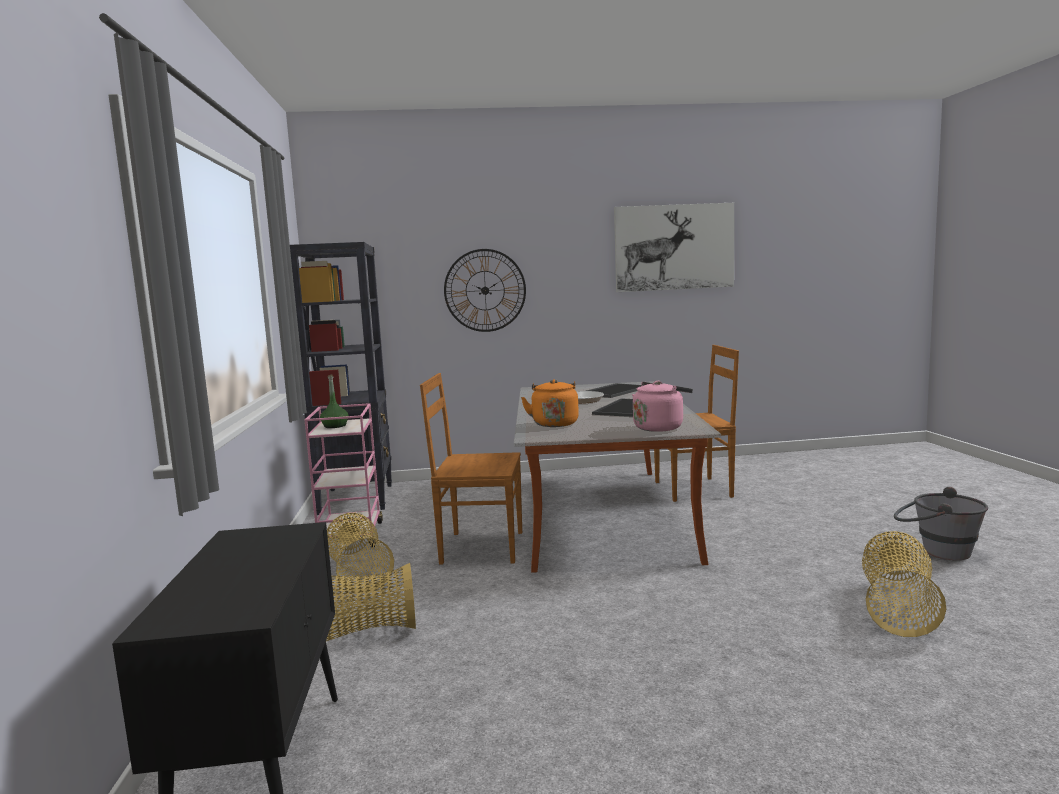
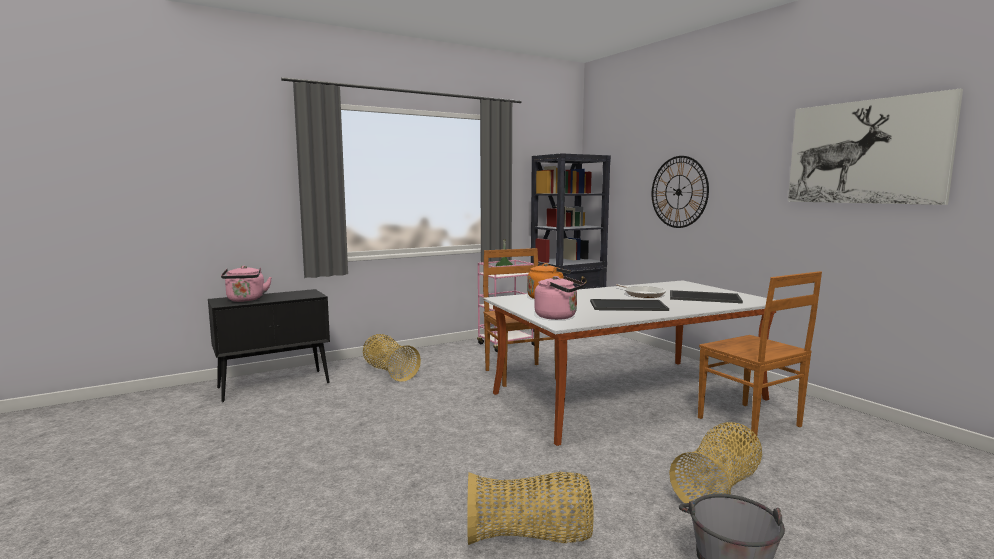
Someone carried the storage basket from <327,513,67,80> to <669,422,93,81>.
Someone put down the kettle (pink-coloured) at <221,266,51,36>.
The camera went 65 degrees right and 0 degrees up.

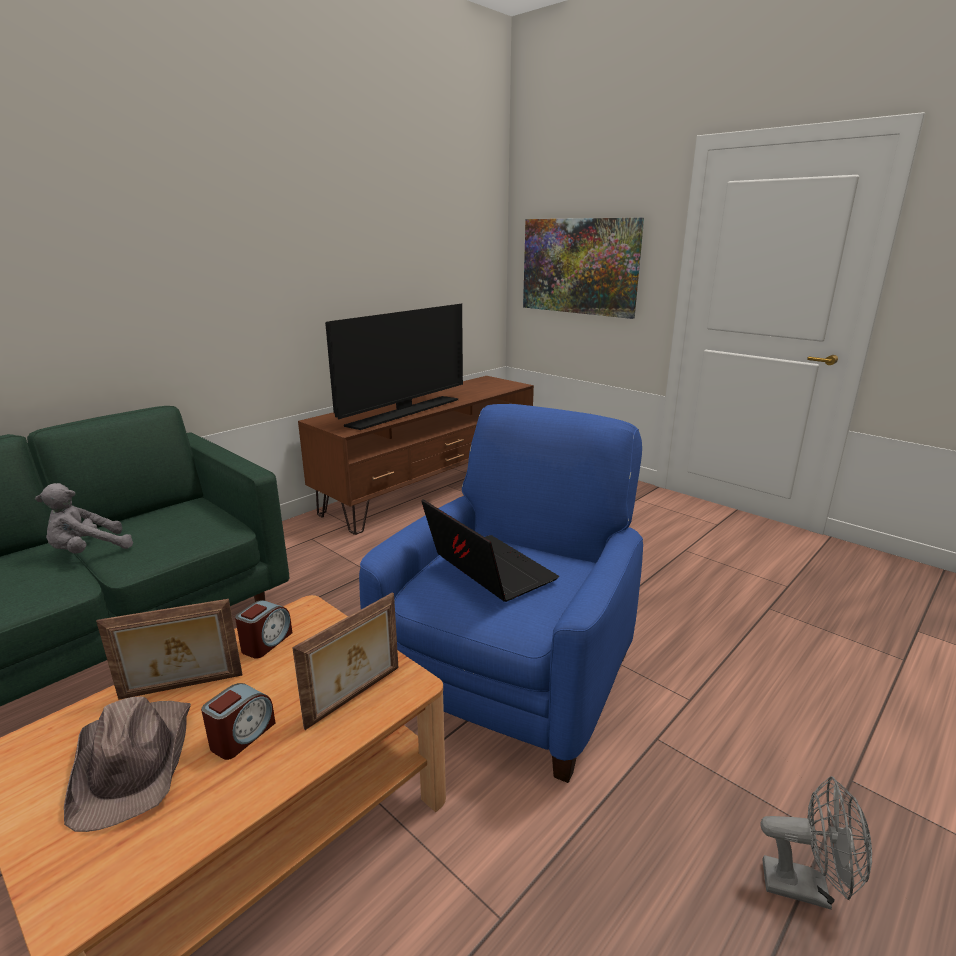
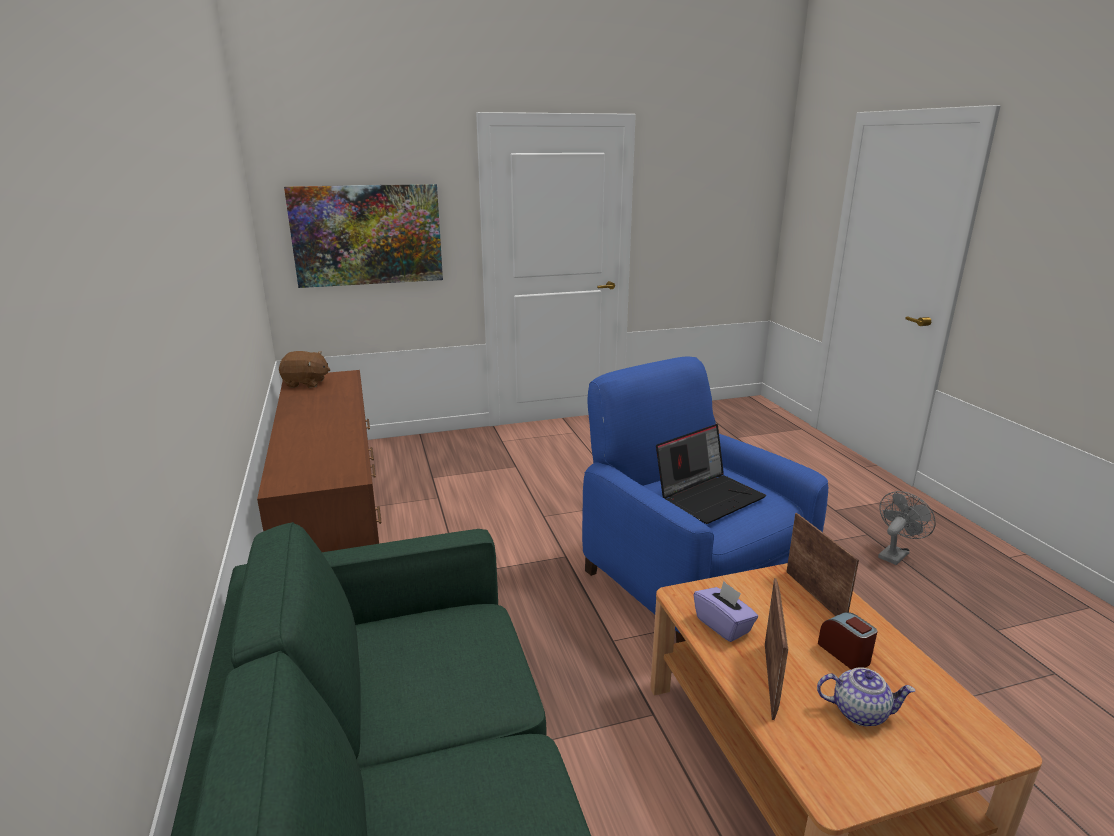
Someone took away the TV set at <325,304,138,126>.
Someone took away the cuddly toy (gray) at <35,483,98,71>.
Someone rotated the notebook computer at <421,499,138,103> by 150 degrees clockwise.
Someone swapped the alarm clock at <235,600,57,59> for the tissue holder (purple) at <694,581,64,61>.
Someone swapped the clothing hat (brownish) at <64,697,127,135> for the teapot at <817,667,98,59>.
Someone put down the cuddly toy (brownish) at <279,351,52,37>.
The camera went 60 degrees left and 0 degrees up.

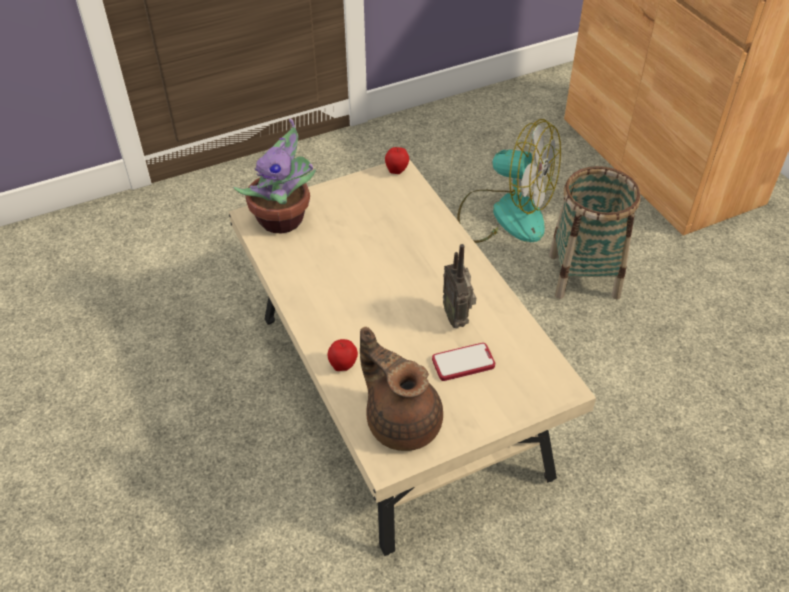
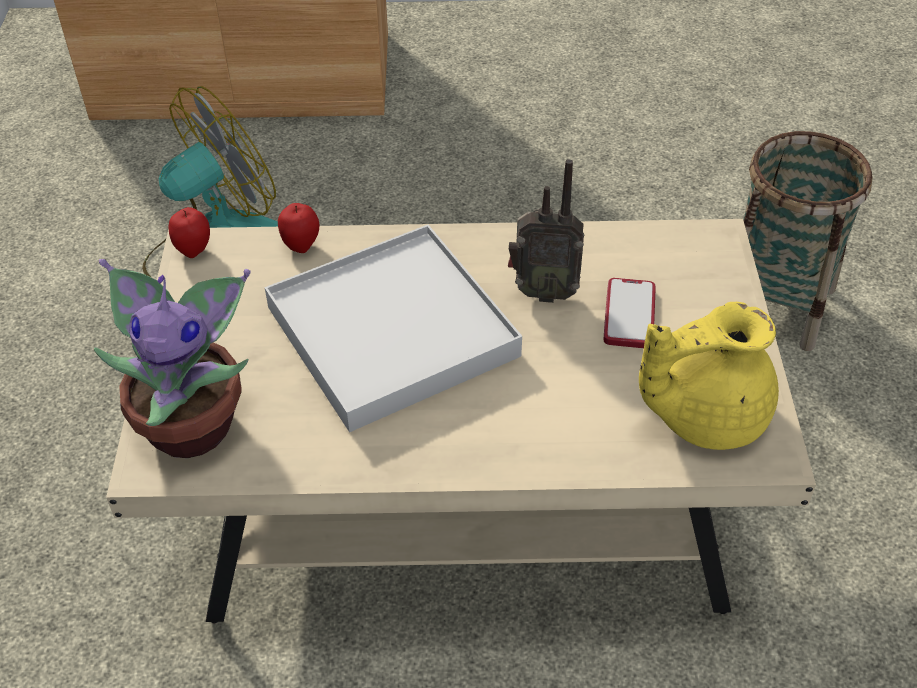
Someone carried the storage basket from <549,166,92,133> to <743,131,130,220>.
Someone repainted the teapot (brownish) at <360,327,83,124>, which became the teapot (yellowish) at <639,302,140,148>.
Someone carried the whole apple from <328,339,30,32> to <278,203,41,50>.
Someone put down the carrying tray (whitish) at <265,225,257,207>.
The camera went 65 degrees left and 0 degrees up.

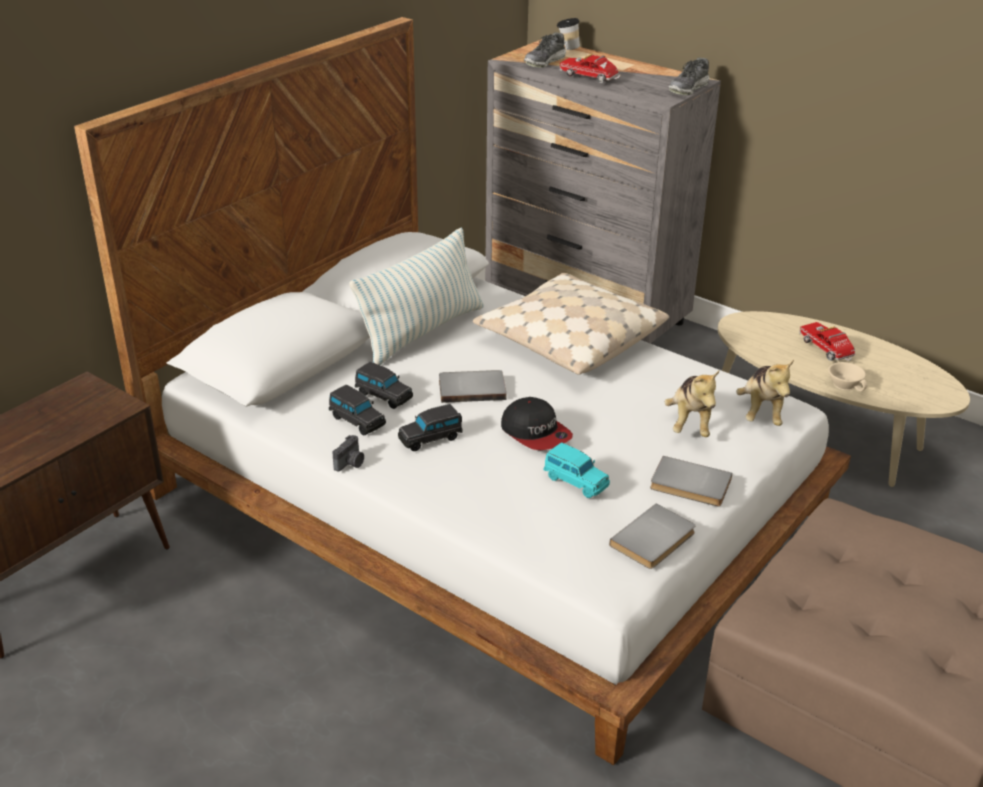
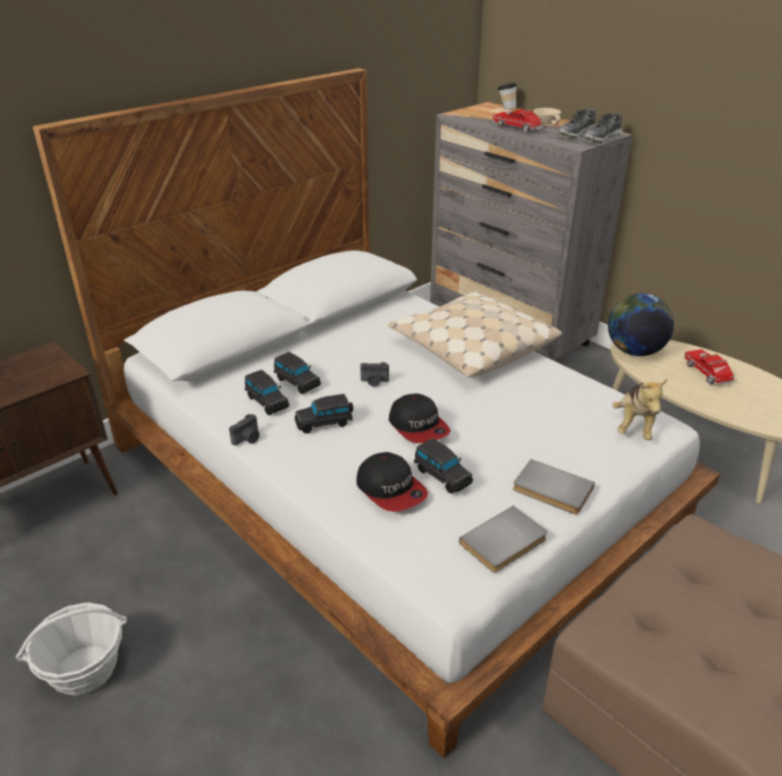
Someone carried the item of footwear from <524,32,42,36> to <558,109,38,30>.
Someone took away the throw pillow at <349,227,135,138>.
Someone carried the small cup (beige) from <828,362,40,30> to <534,108,27,17>.
Someone swapped the book (gray) at <439,370,68,33> for the still camera at <360,362,29,25>.
Someone took away the cuddly toy at <665,370,54,67>.
Someone repainted the model car (turquoise-coloured) at <544,442,66,56>, which became the model car (blackish) at <414,438,59,55>.
Someone put down the globe at <608,293,66,63>.
Someone put down the baseball cap at <356,452,72,60>.
Someone put down the storage basket at <16,602,111,94>.
The camera went 10 degrees right and 0 degrees up.

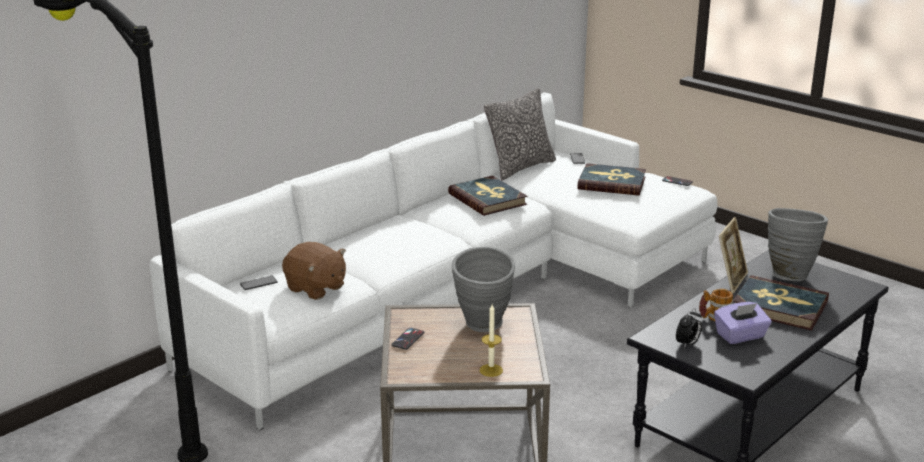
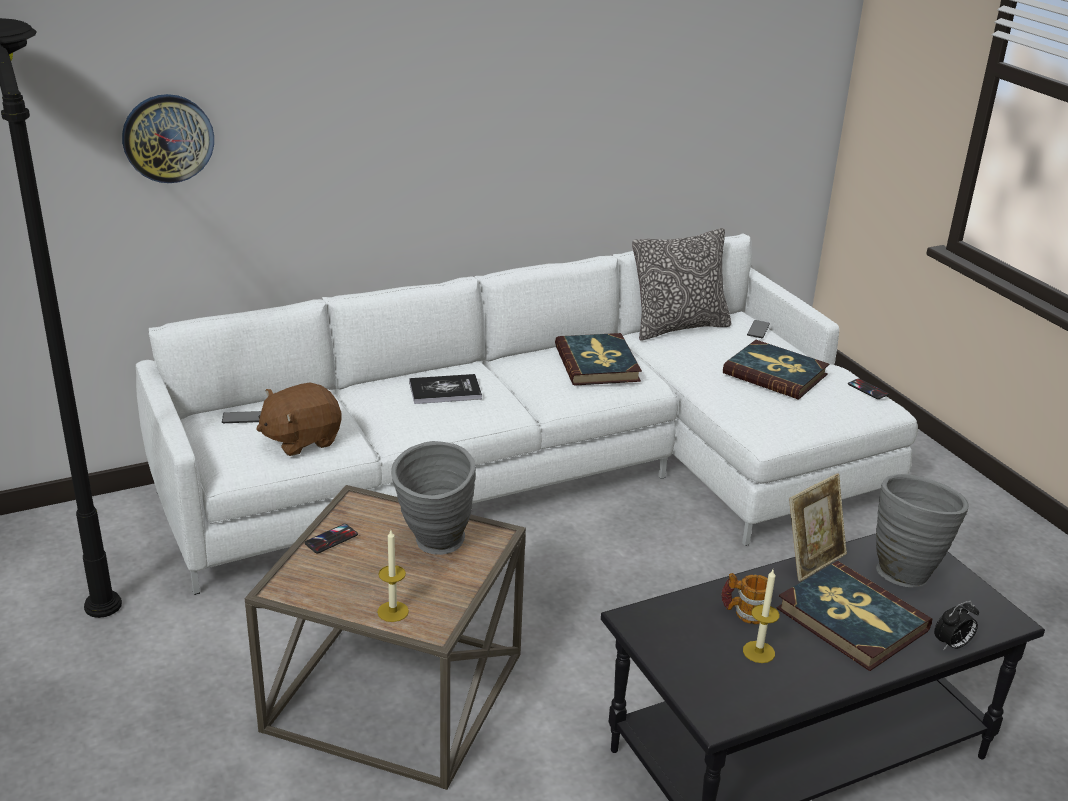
Someone rotated the cuddly toy (brownish) at <282,242,64,58> by 90 degrees clockwise.
Someone swapped the tissue holder (purple) at <714,302,58,42> for the wax light at <743,570,36,93>.
Someone carried the alarm clock from <676,308,26,40> to <934,601,45,50>.
Someone put up the clock on the wall at <122,94,92,89>.
Someone put down the book at <409,374,73,30>.
The camera went 20 degrees right and 5 degrees up.

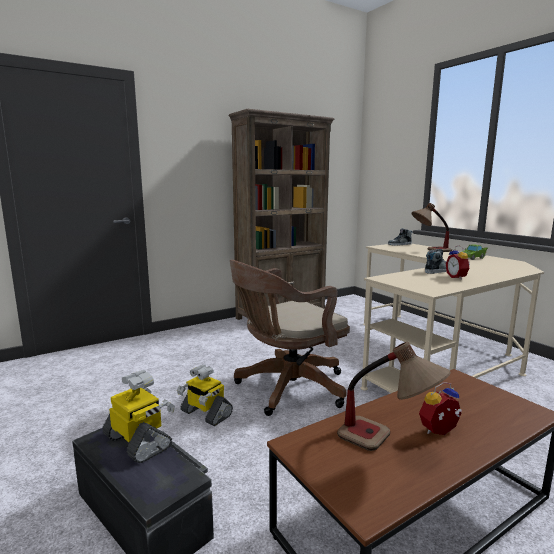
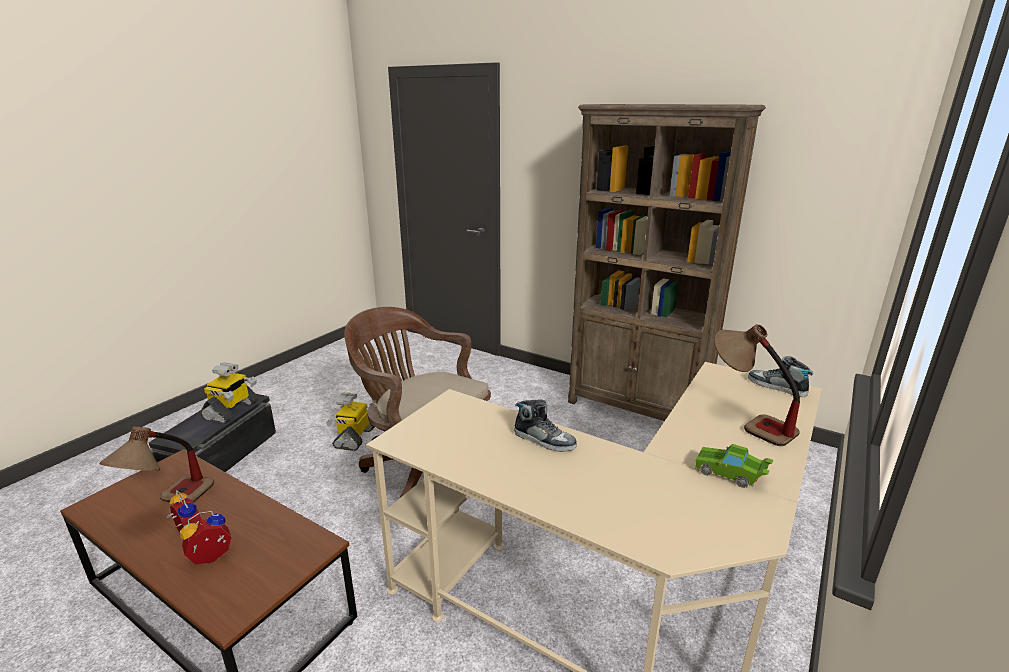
Someone carried the alarm clock from <446,245,24,35> to <180,511,51,54>.
The camera went 65 degrees right and 10 degrees up.

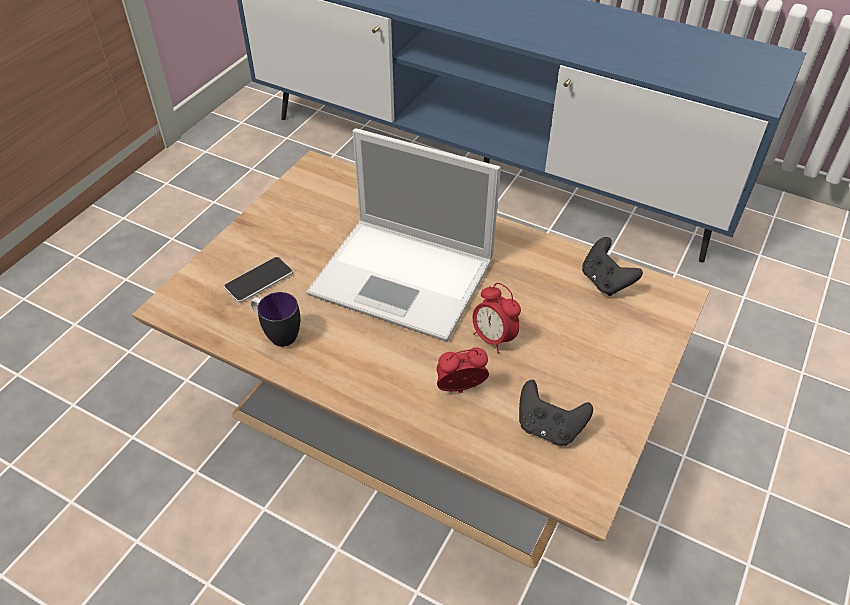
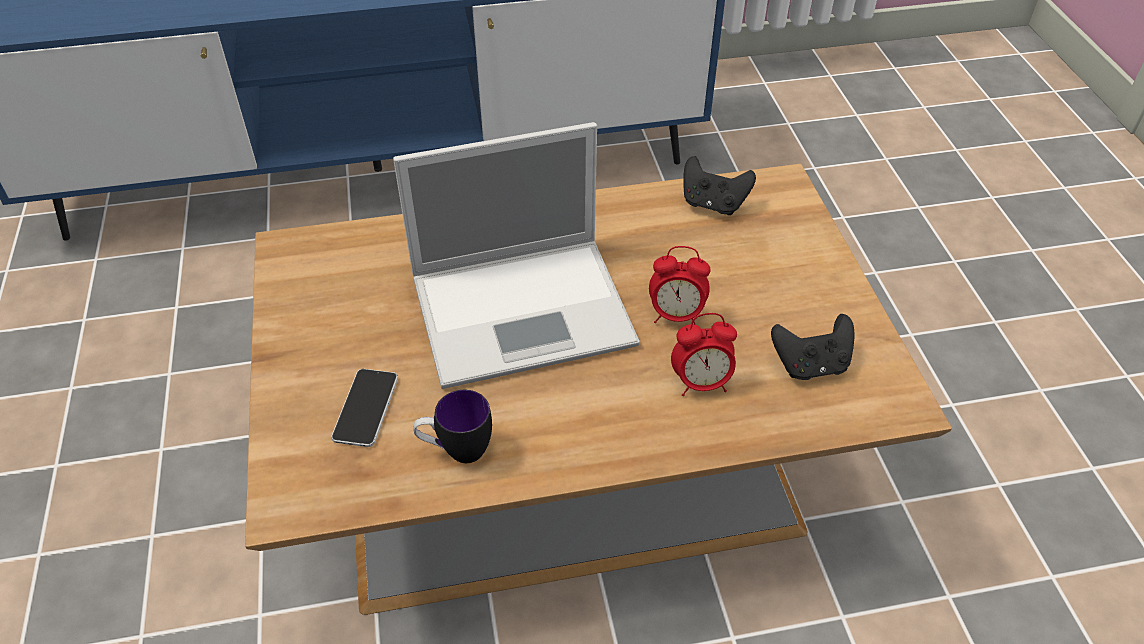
Someone rotated the alarm clock at <437,347,52,46> by 135 degrees counterclockwise.
The camera went 40 degrees left and 0 degrees up.

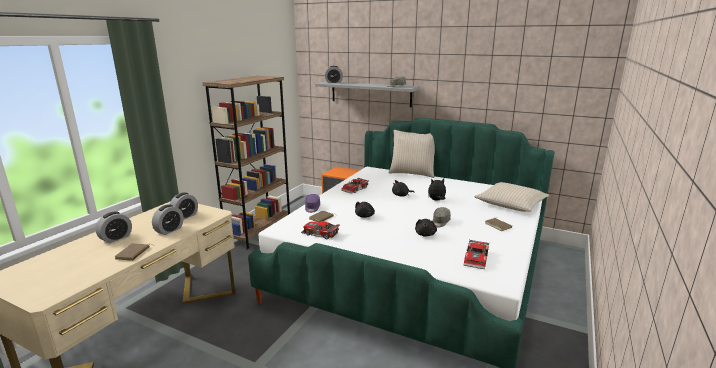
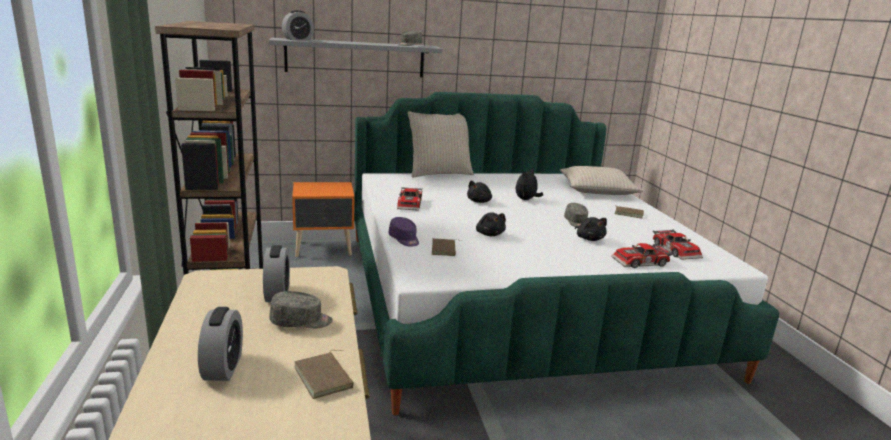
Someone swapped the alarm clock at <152,204,32,31> for the baseball cap (gray) at <269,291,64,37>.
Someone carried the model car from <301,221,39,18> to <611,243,62,25>.
The camera went 40 degrees left and 0 degrees up.

